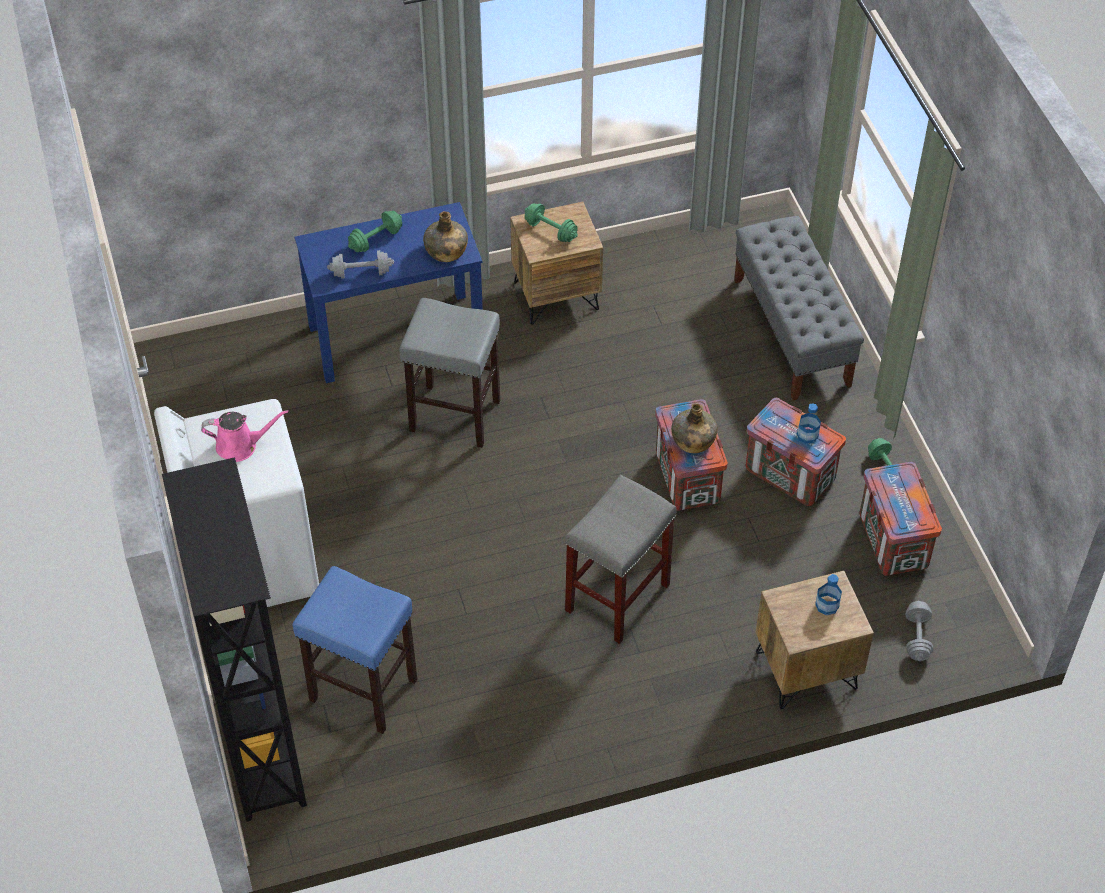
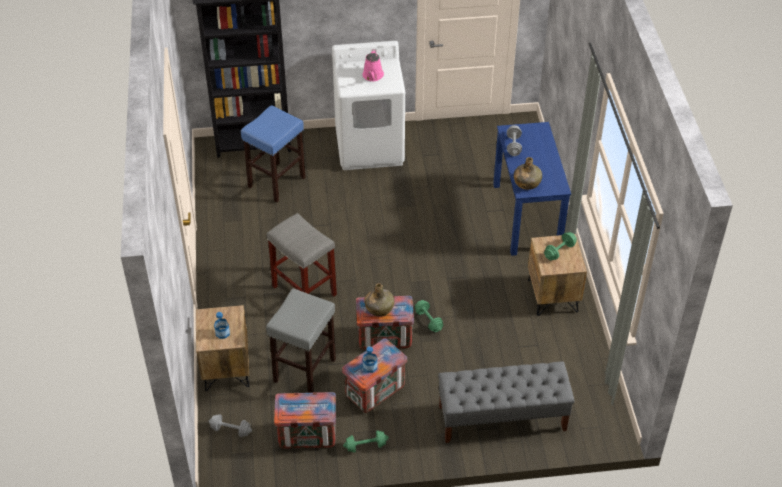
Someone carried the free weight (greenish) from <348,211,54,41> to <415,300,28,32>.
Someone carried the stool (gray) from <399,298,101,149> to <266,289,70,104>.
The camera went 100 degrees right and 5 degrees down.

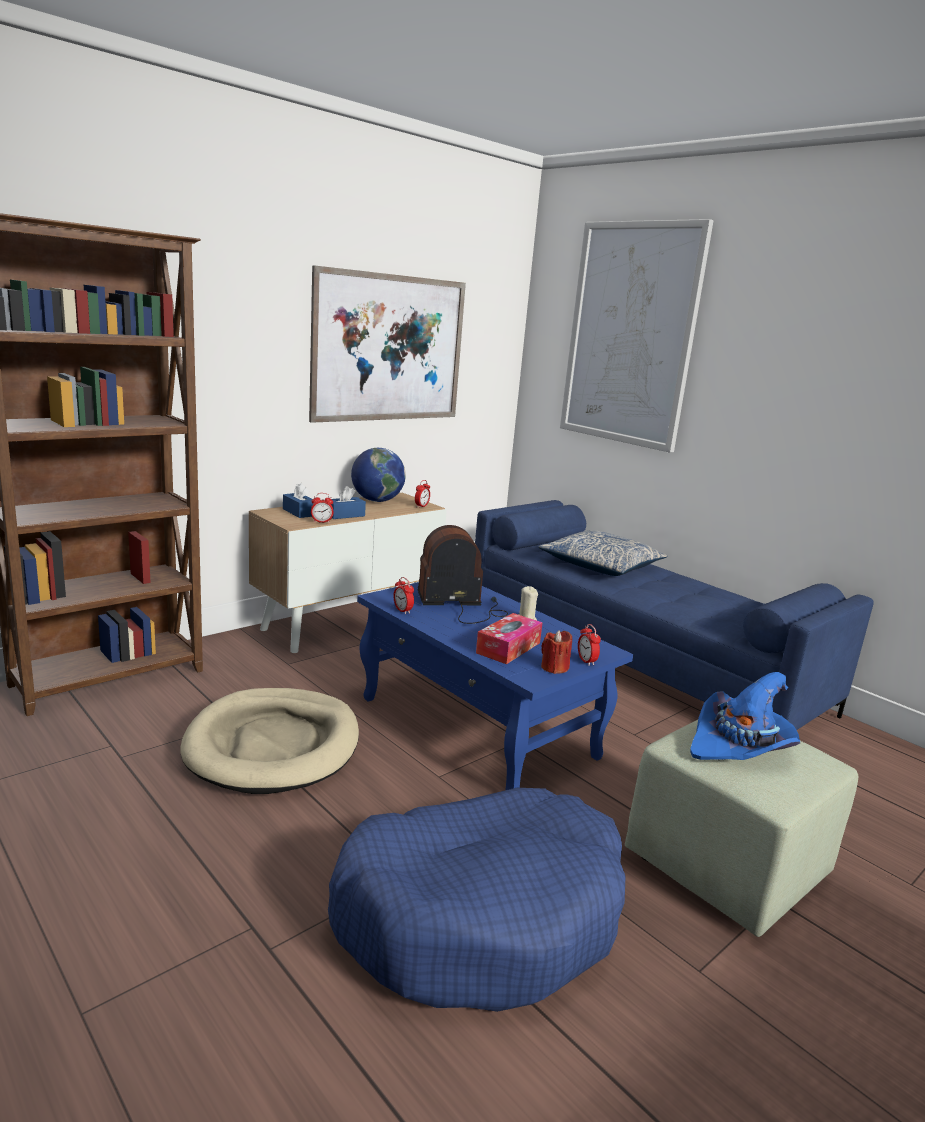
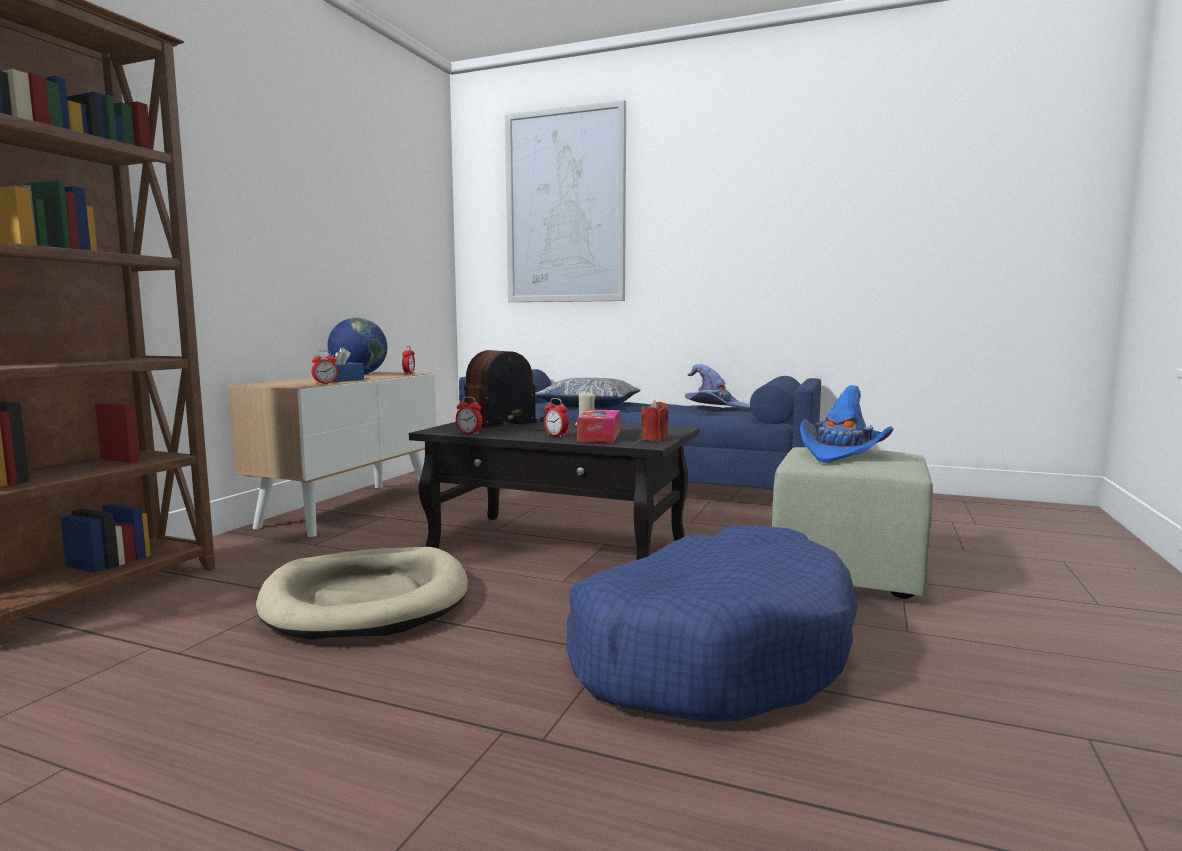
Someone took away the picture at <309,265,157,158>.
Someone took away the tissue holder (blue) at <283,483,31,35>.
Someone repainted the coffee table (blue) at <357,582,276,208>, which became the coffee table (blackish) at <409,419,291,141>.
Someone carried the alarm clock from <578,624,23,42> to <544,398,25,39>.
Someone put down the clothing hat (purple) at <685,364,66,46>.
The camera went 25 degrees left and 10 degrees down.

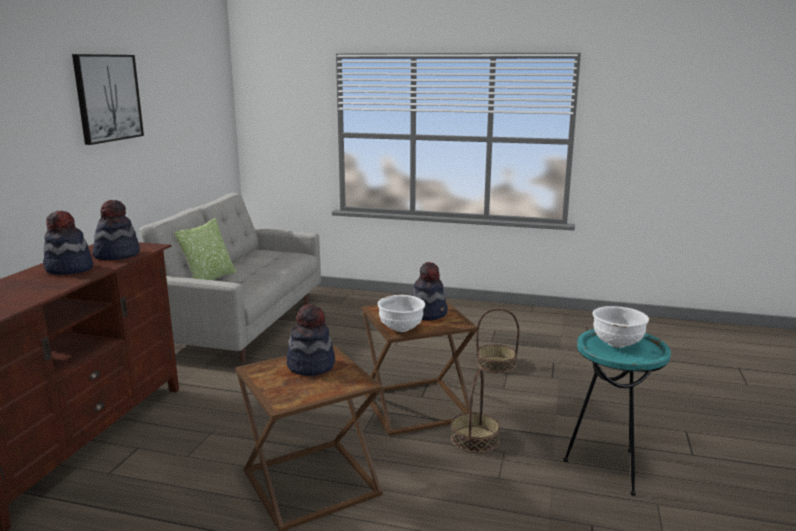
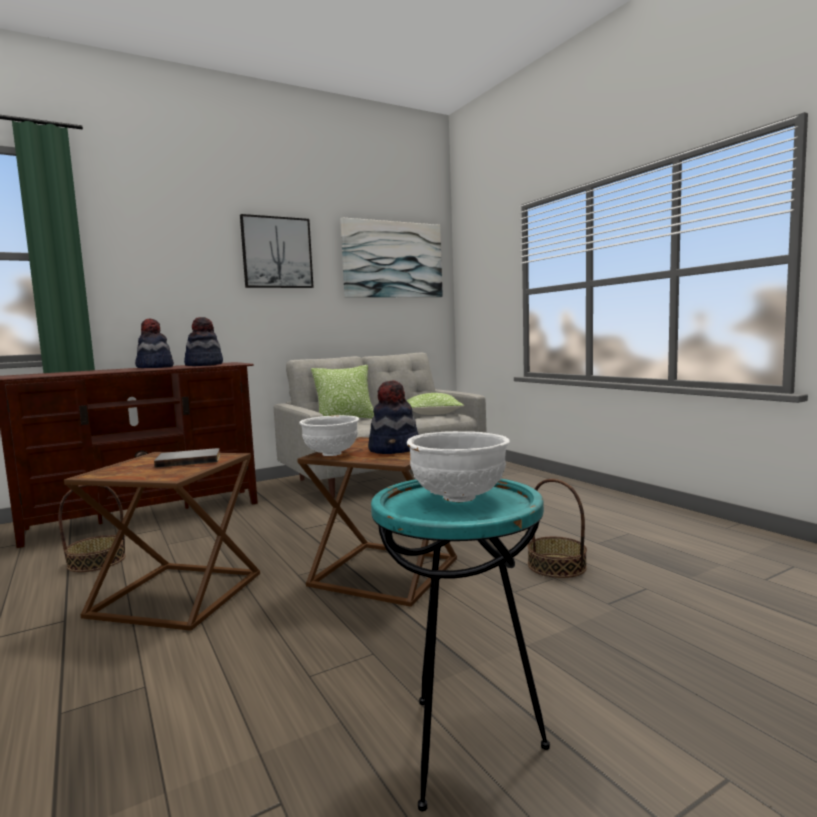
Someone swapped the clothing hat at <287,305,48,71> for the book (gray) at <154,448,66,20>.
Someone carried the storage basket from <451,369,49,84> to <58,485,67,87>.
Someone put up the picture at <340,217,103,80>.
Someone put down the throw pillow at <407,393,57,22>.
The camera went 45 degrees right and 10 degrees down.

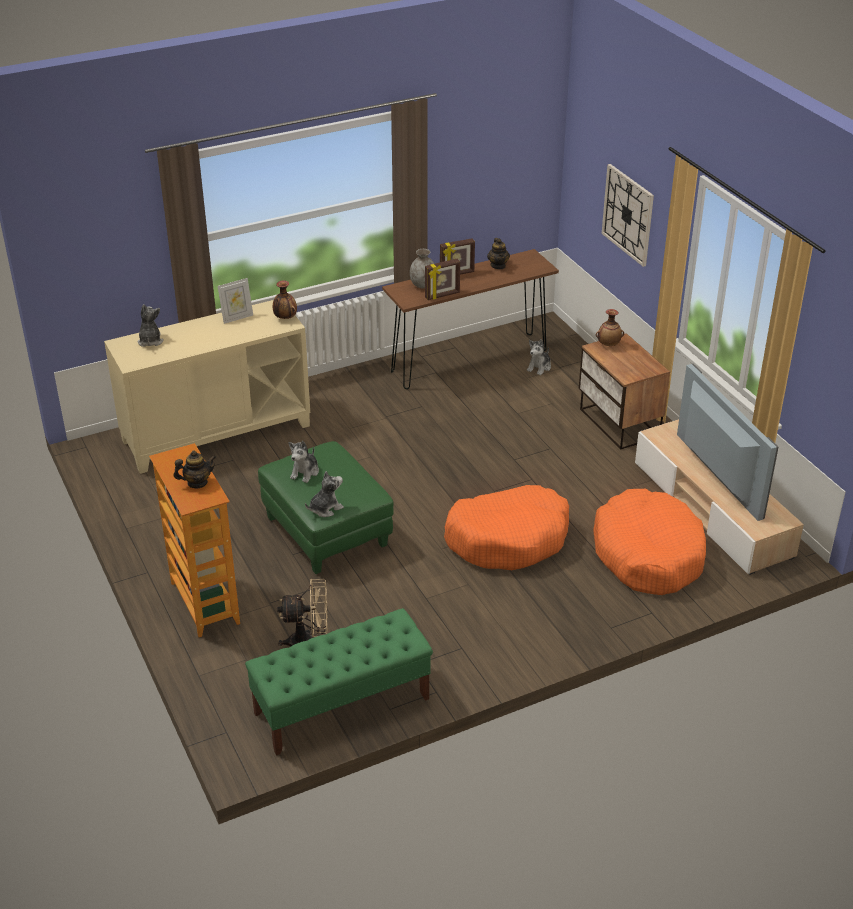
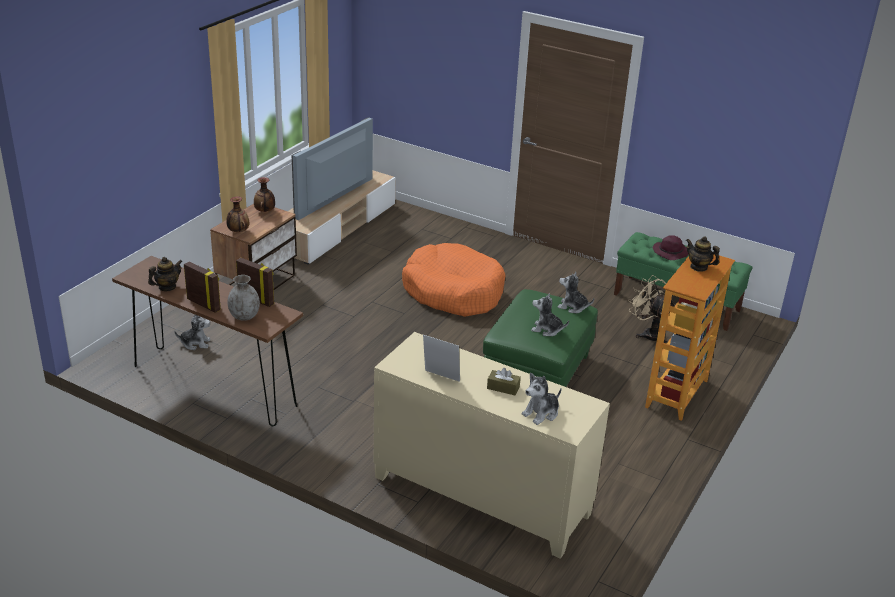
Someone took away the clock on the wall at <602,164,52,103>.
Someone carried the decorative vase from <273,280,24,39> to <254,177,21,35>.
Someone rotated the cuddly toy at <289,441,30,42> by 150 degrees counterclockwise.
Someone took away the dog bed (orange) at <593,489,113,106>.
Someone put down the clothing hat (purple) at <653,235,36,25>.
Someone put down the tissue holder (brownish) at <487,368,34,27>.
The camera went 125 degrees left and 5 degrees down.

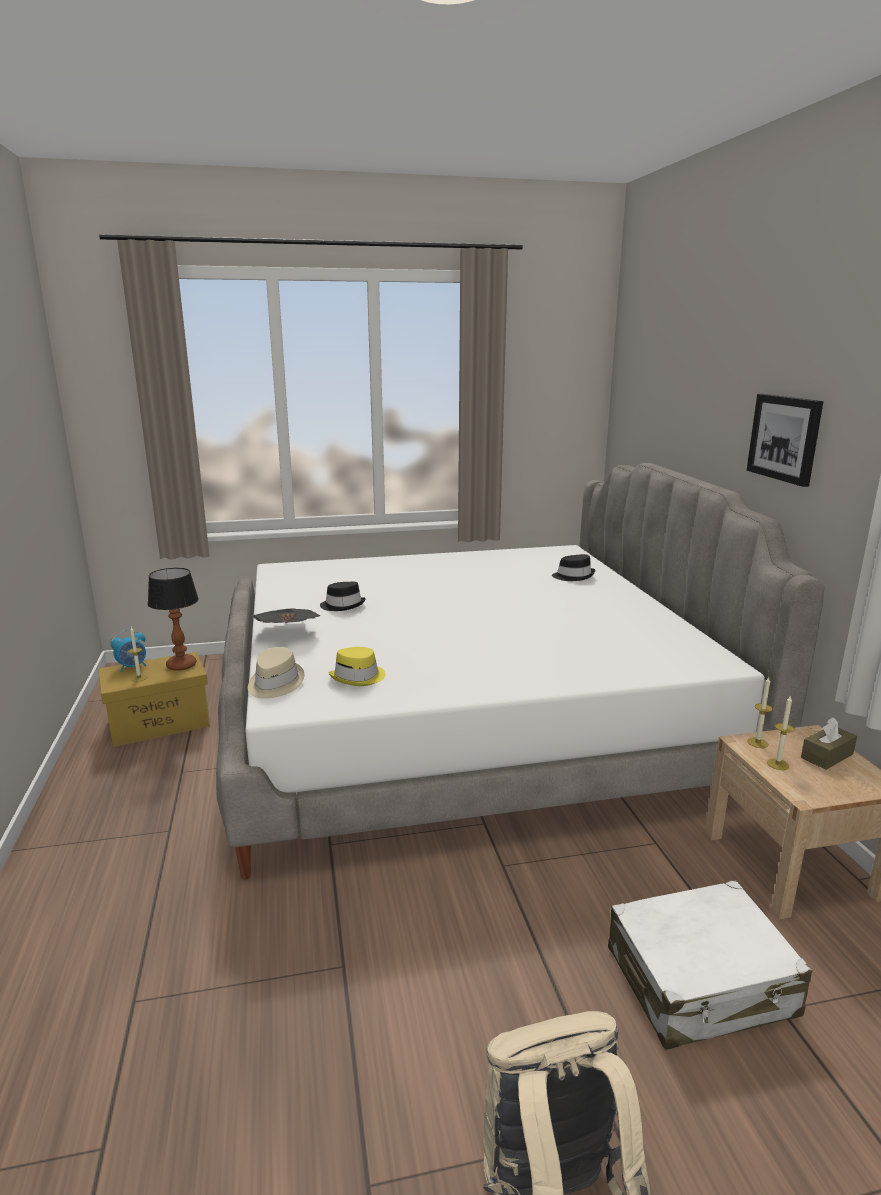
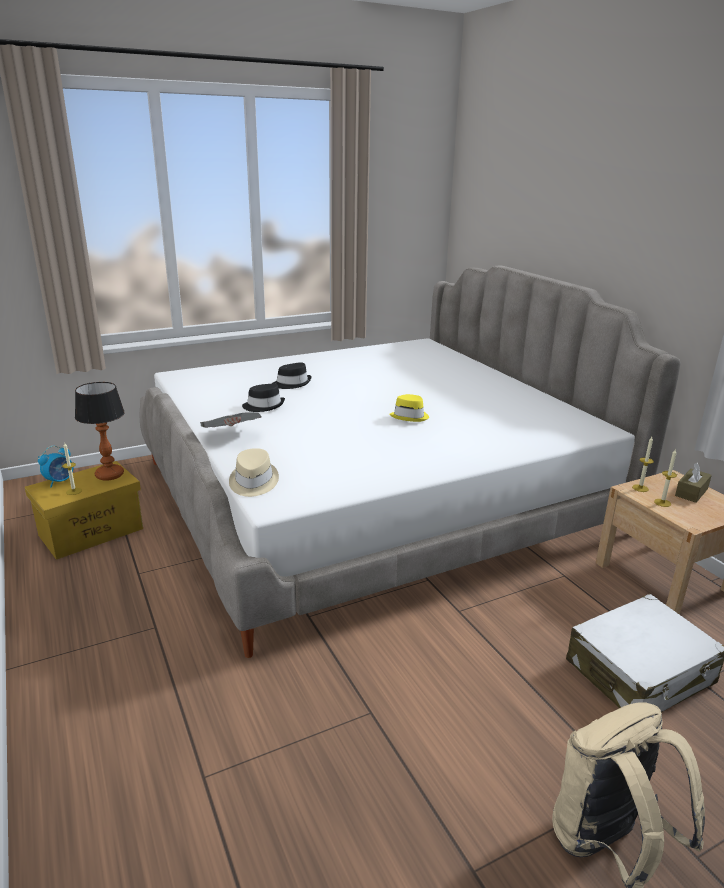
Someone took away the picture at <747,394,77,93>.
Someone carried the clothing hat (blackish) from <552,554,44,27> to <272,362,40,27>.
Someone carried the clothing hat (yellowish) from <328,647,57,39> to <389,394,40,28>.
The camera went 15 degrees left and 5 degrees up.

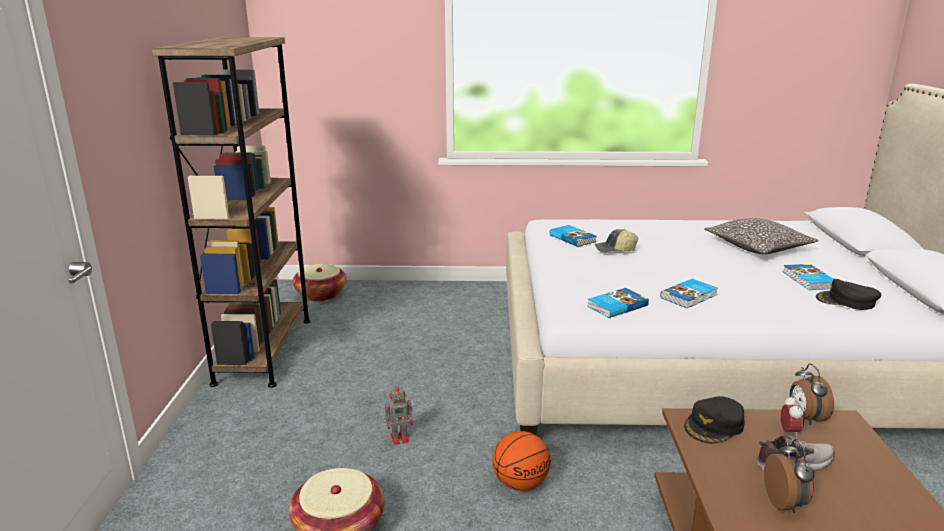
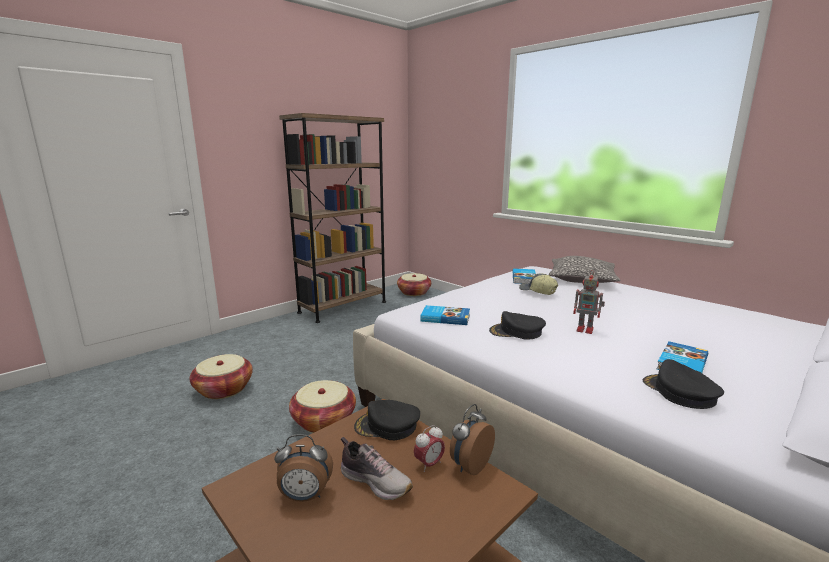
Someone carried the throw pillow from <704,218,114,36> to <549,256,71,27>.
Someone swapped the book at <660,279,58,29> for the baseball cap (blackish) at <489,311,57,29>.
Someone carried the robot figure from <385,383,28,62> to <573,270,32,64>.
Someone swapped the basketball at <492,431,59,60> for the storage basket at <289,380,67,53>.
Someone rotated the alarm clock at <764,439,51,74> by 45 degrees clockwise.
The camera went 45 degrees right and 5 degrees down.

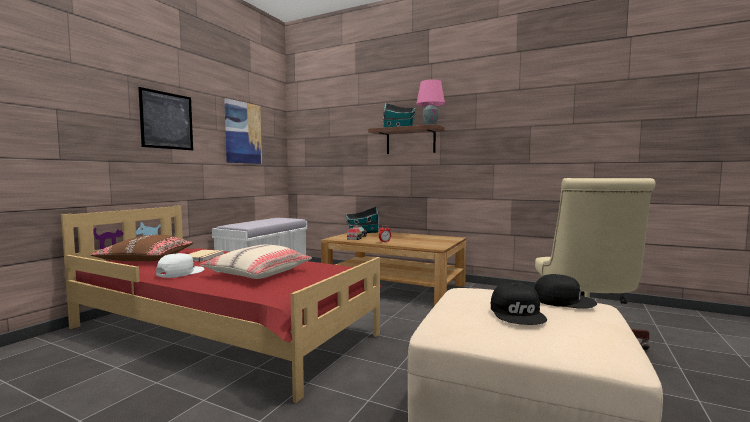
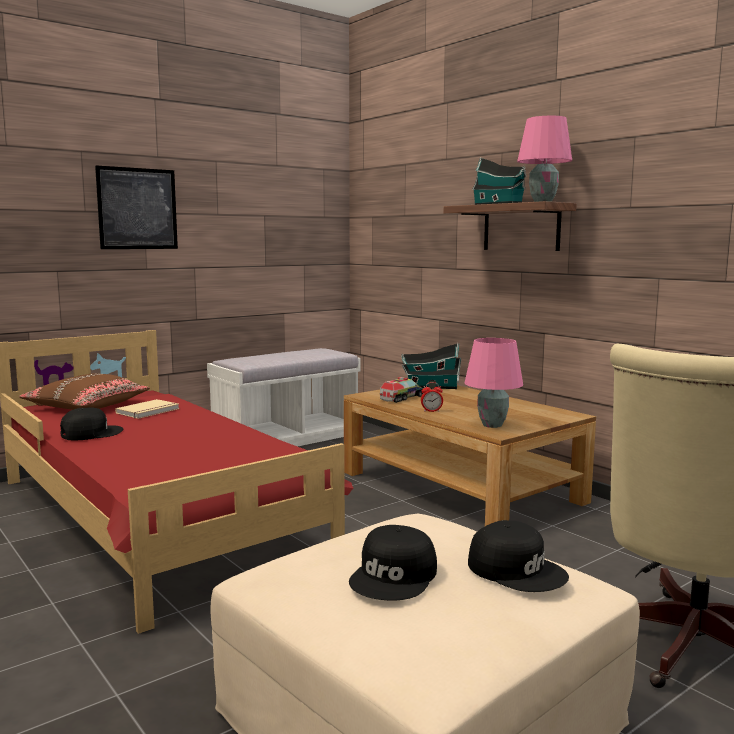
Someone took away the picture at <224,98,38,66>.
Someone took away the throw pillow (beige) at <200,245,112,34>.
Someone repainted the baseball cap (whitish) at <156,253,48,25>, which became the baseball cap (blackish) at <60,407,63,34>.
Someone put down the tabletop lamp (pink-coloured) at <465,338,58,90>.
The camera went 25 degrees right and 5 degrees up.

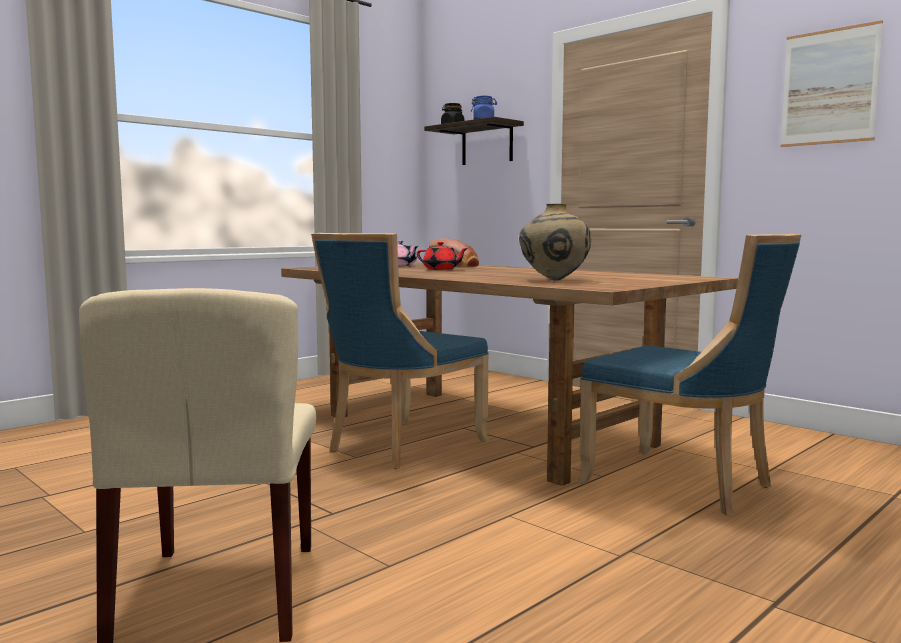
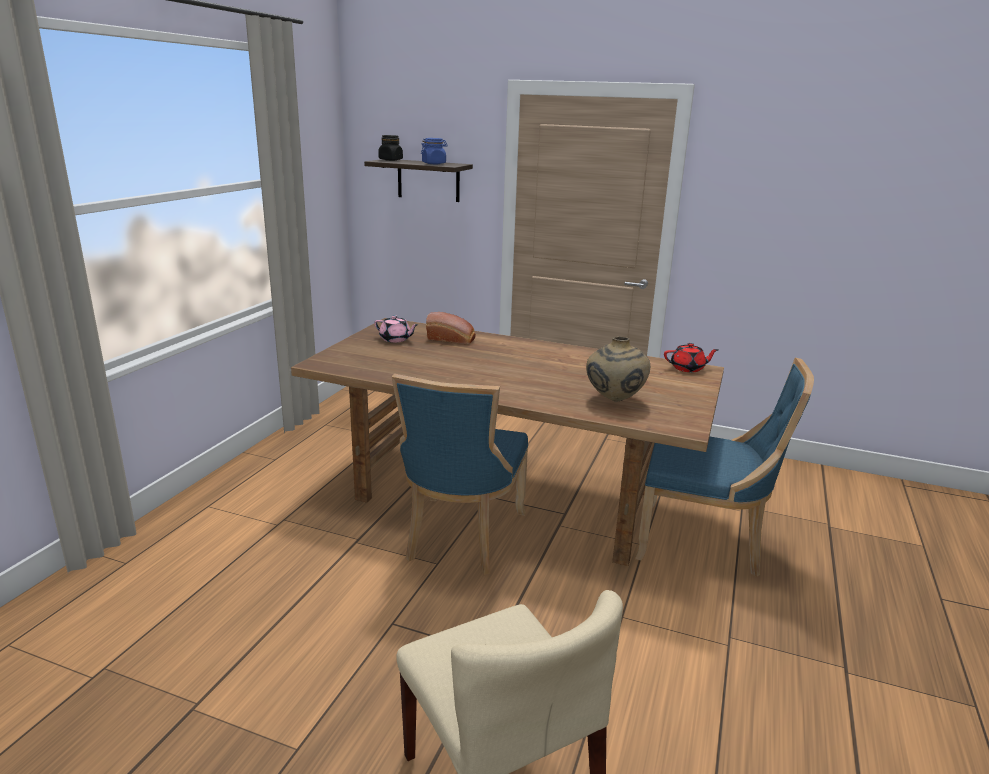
Someone took away the picture at <780,20,103,127>.
Someone carried the teapot (red) from <417,242,51,28> to <664,343,55,29>.
The camera went 25 degrees left and 15 degrees up.

